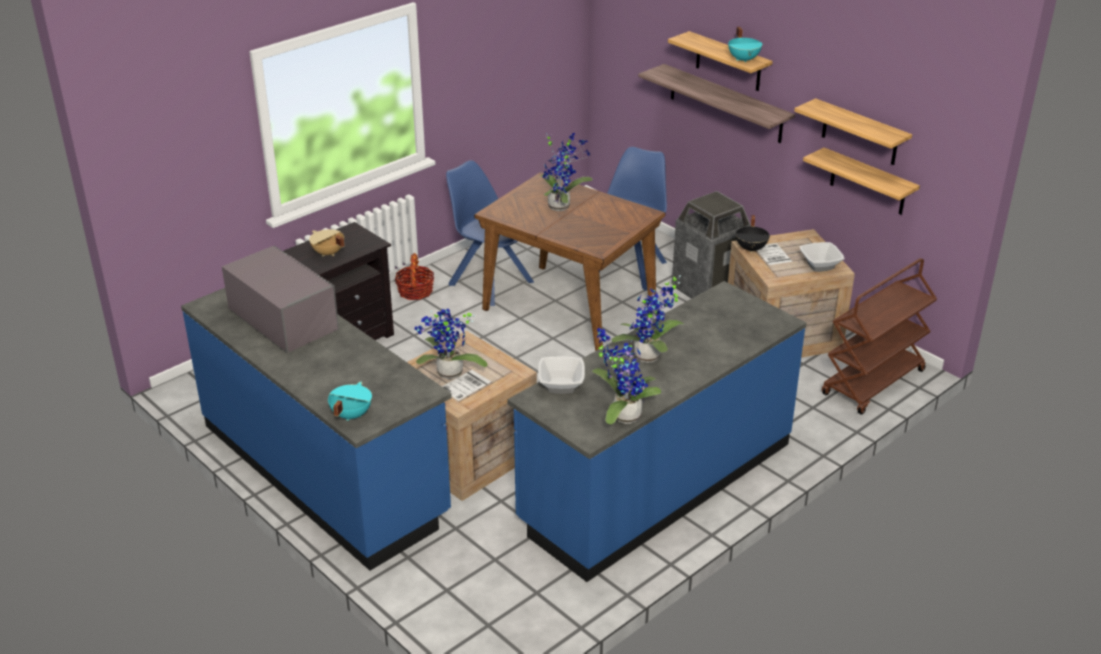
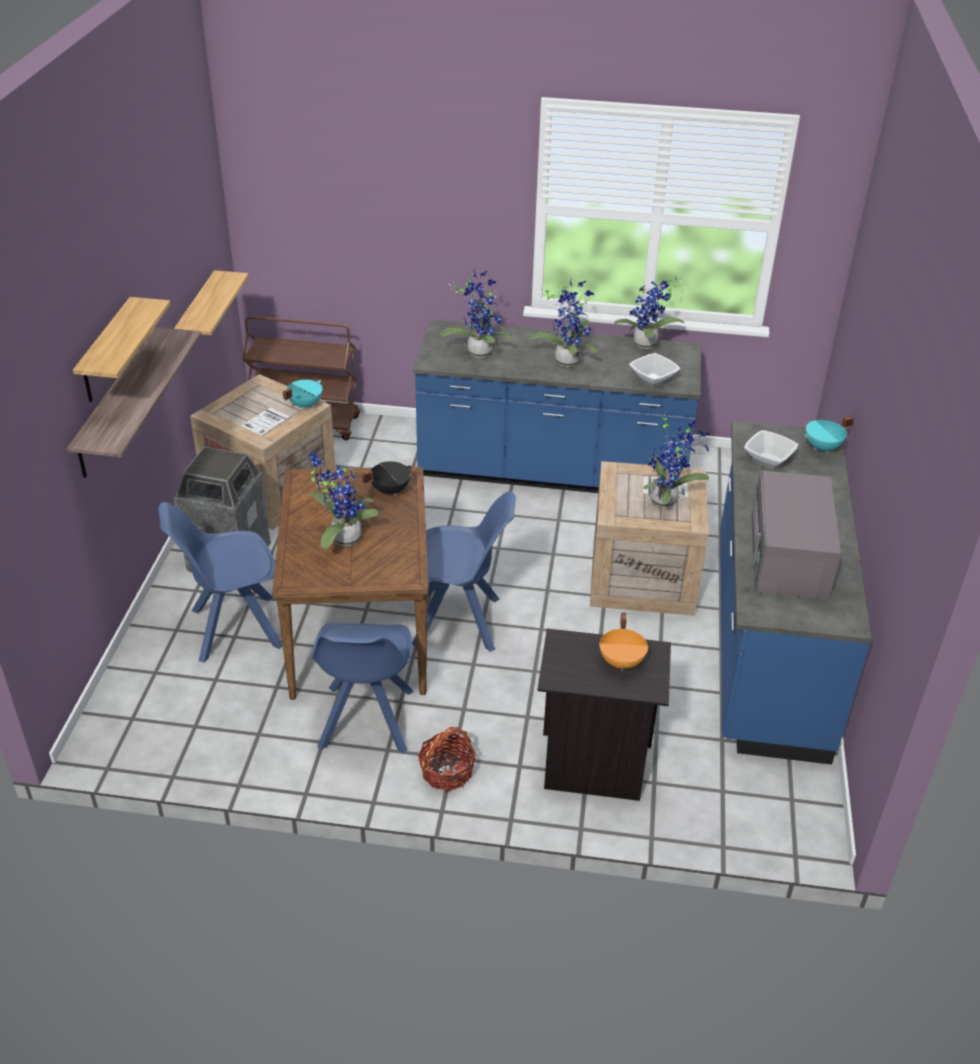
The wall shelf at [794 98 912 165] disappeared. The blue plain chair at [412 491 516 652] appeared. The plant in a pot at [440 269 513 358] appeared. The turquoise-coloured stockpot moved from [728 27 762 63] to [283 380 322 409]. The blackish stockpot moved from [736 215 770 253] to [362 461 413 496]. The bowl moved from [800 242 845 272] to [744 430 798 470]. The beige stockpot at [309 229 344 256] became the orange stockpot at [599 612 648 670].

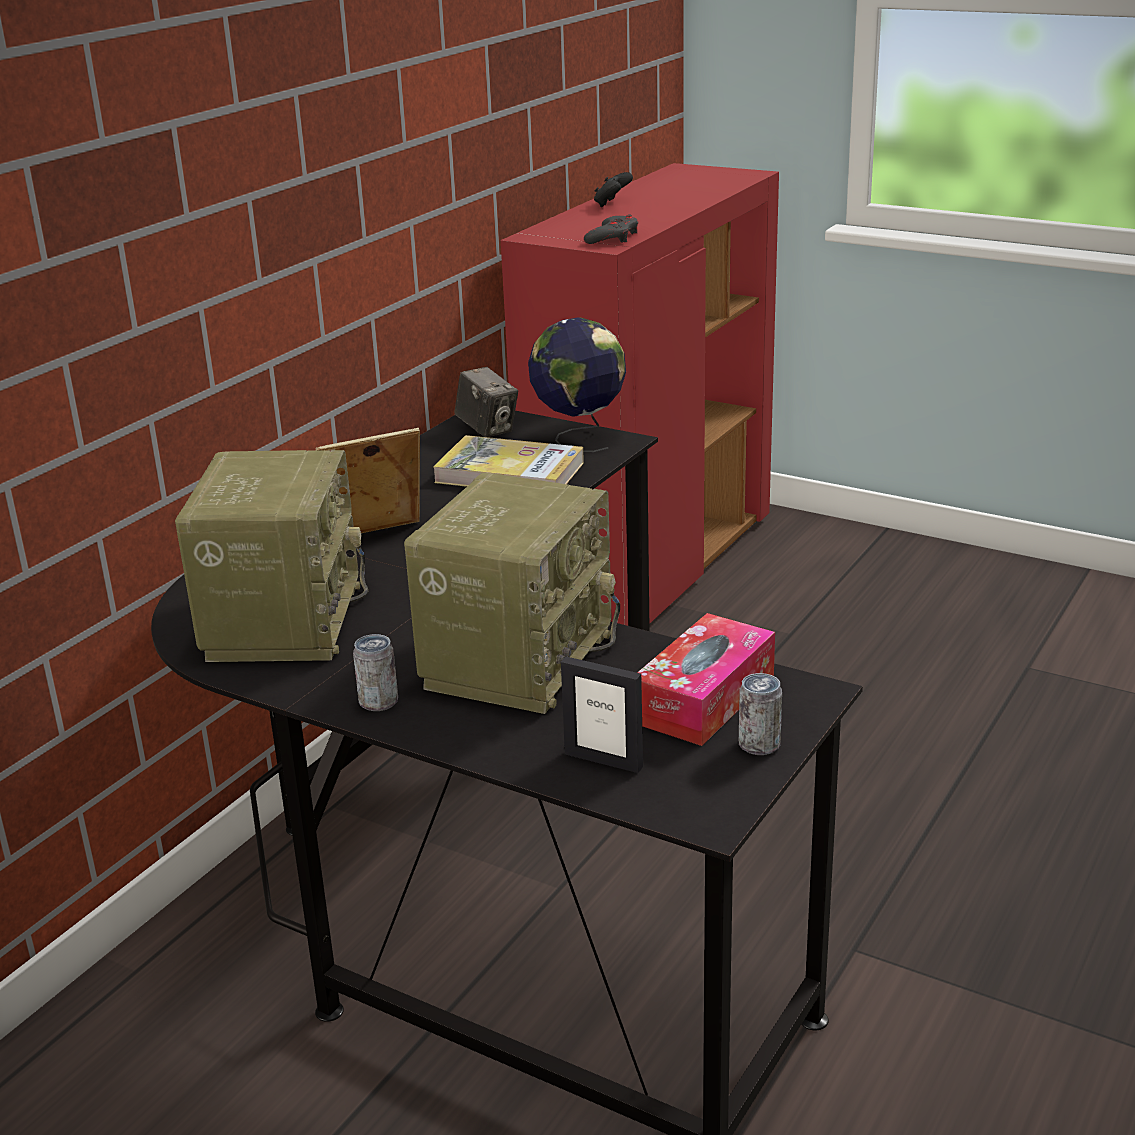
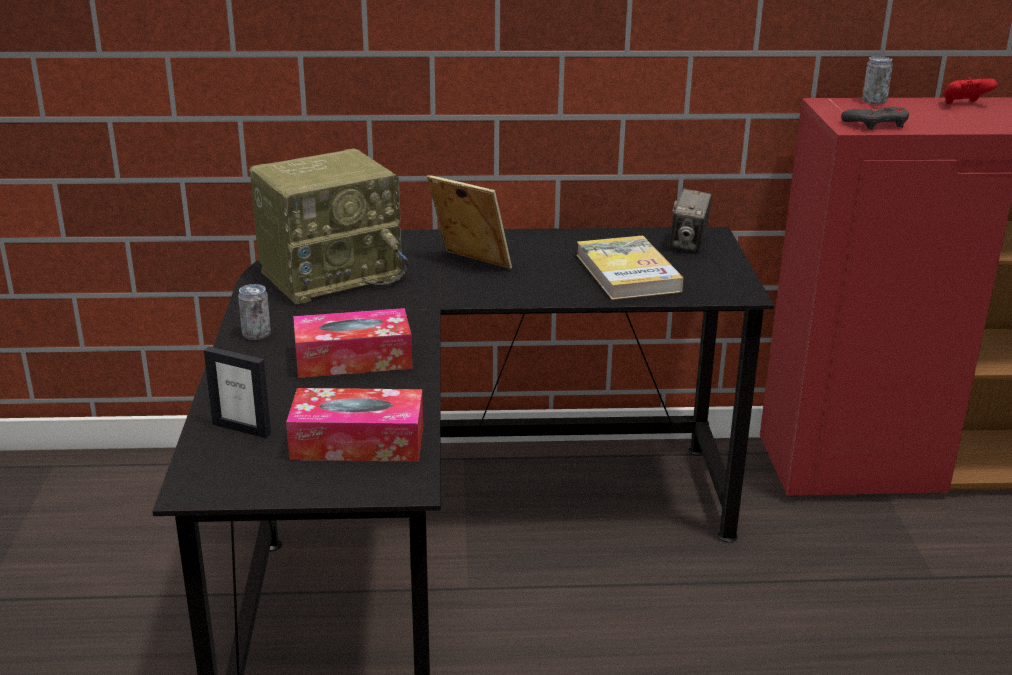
The world globe at [528 317 626 452] disappeared. The can moved from [739 673 782 755] to [862 56 893 104]. The radio set at [404 473 620 714] was replaced by the tissue holder at [293 308 412 378]. The blackish gamepad at [594 172 633 207] became the reddish gamepad at [943 78 997 104]. The picture frame at [561 656 643 773] turned 60 degrees counterclockwise.

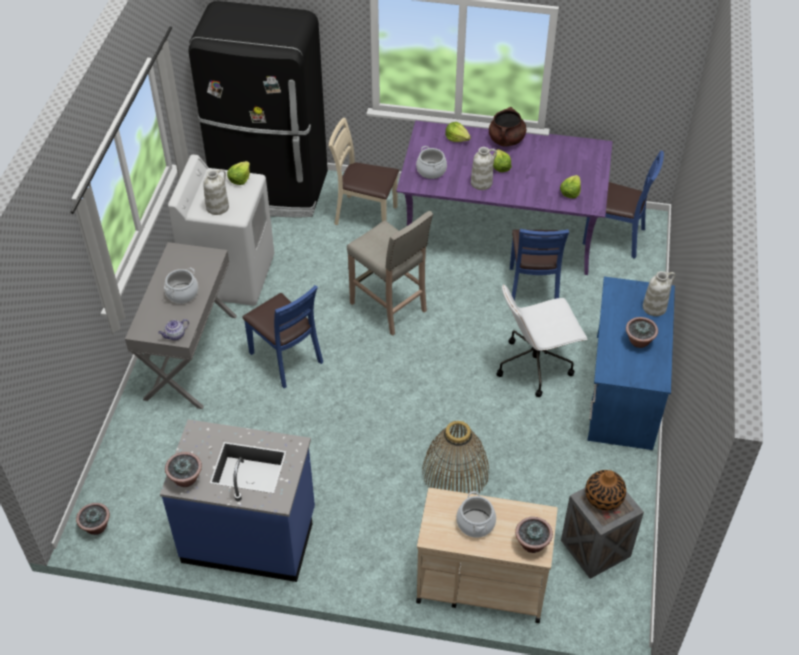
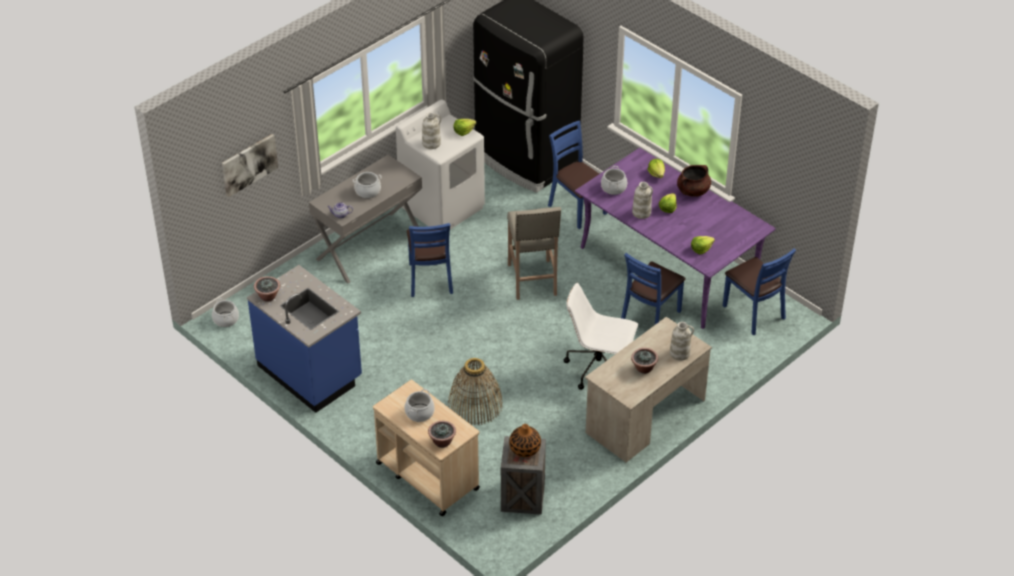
The picture at [222 134 278 197] appeared. The plant in a pot at [76 503 110 535] was replaced by the stockpot at [212 298 239 327]. The beige plain chair at [329 118 399 225] became the blue plain chair at [548 121 607 229]. The blue desk unit at [587 277 675 450] became the beige desk unit at [585 317 712 462].

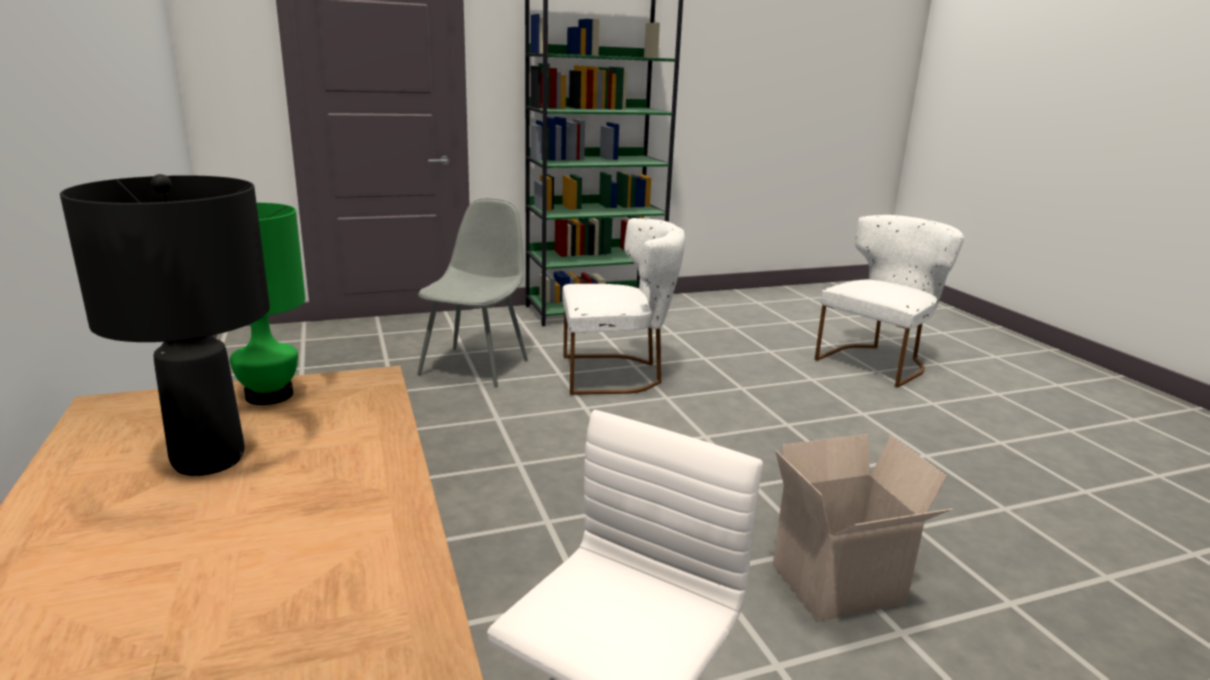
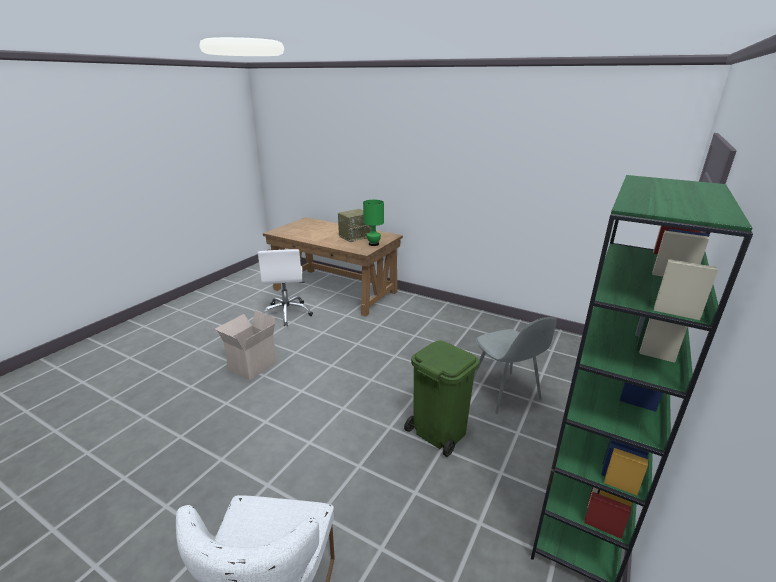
The blackish lamp for a table at [60 174 270 476] was replaced by the radio set at [338 209 372 242]. The white-coloured plain chair at [562 218 685 395] was replaced by the green trash can at [404 341 479 457].

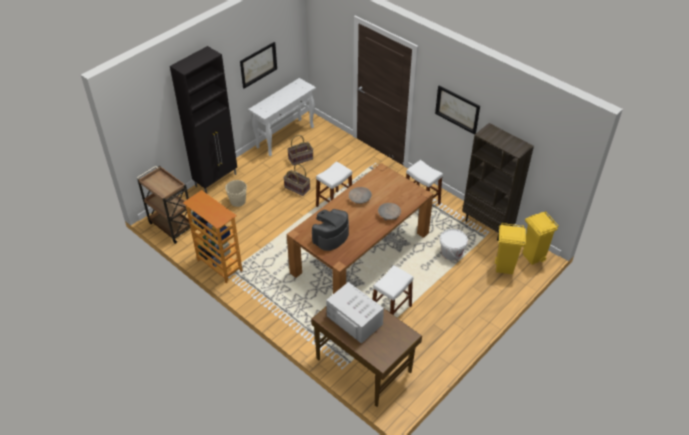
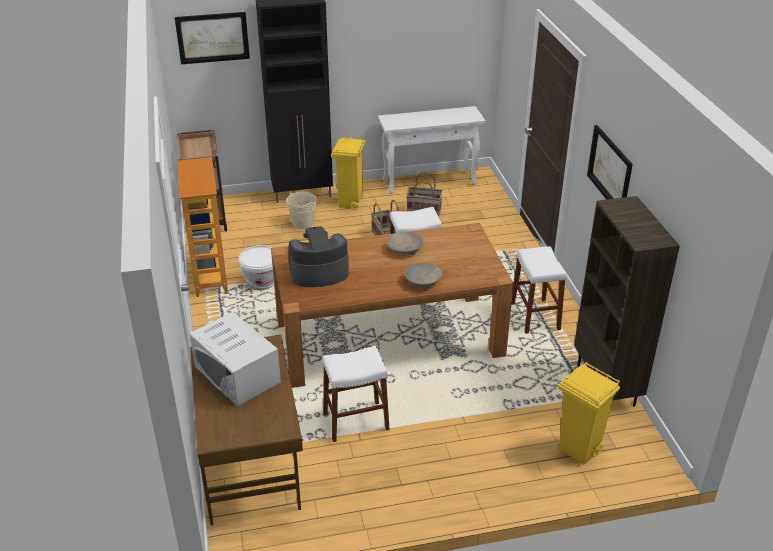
The picture moved from [240 42 277 89] to [175 12 250 64]. The white-coloured pail moved from [440 229 468 260] to [238 245 274 290]. The yellowish trash can moved from [522 211 559 265] to [331 137 366 210]. The white-coloured microwave at [326 282 384 344] turned 150 degrees clockwise.

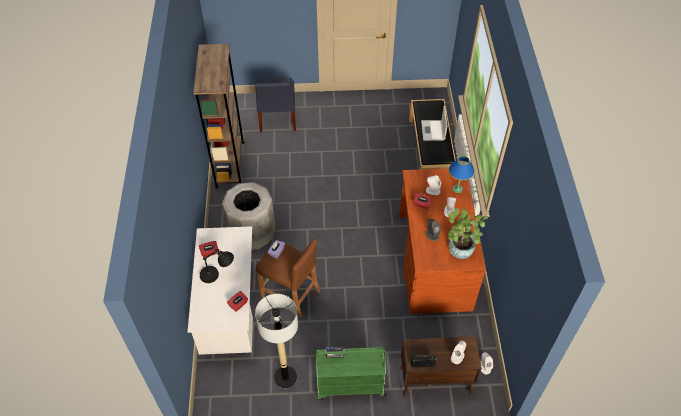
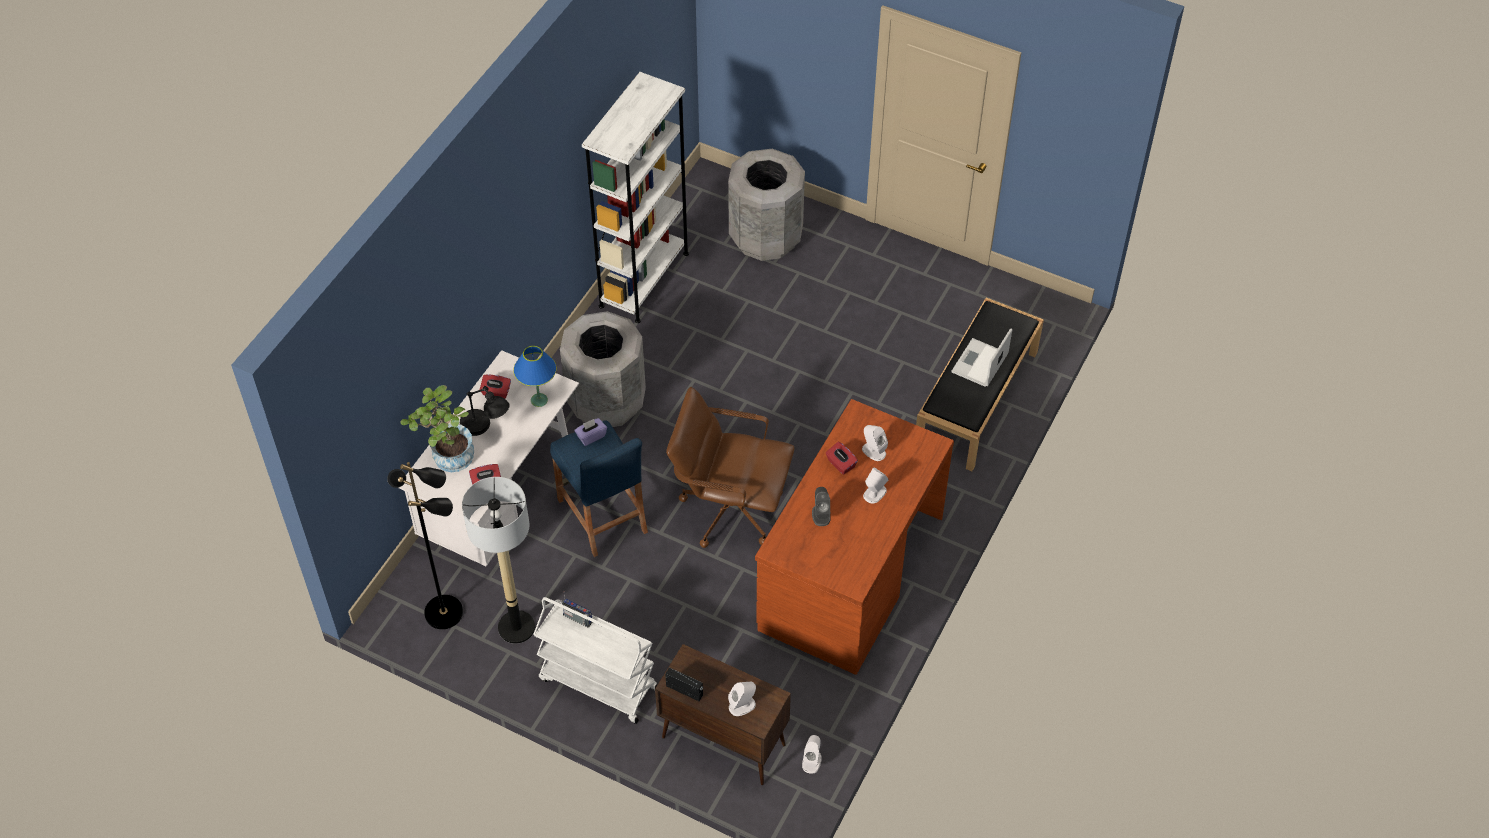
The blackish standard lamp at [387 462 463 629] appeared. The brownish office chair at [666 387 794 548] appeared. The plant in a pot moved from [447 208 488 259] to [400 385 474 472]. The blue lamp for a table moved from [449 156 475 193] to [513 346 557 407]. The blue plain chair at [255 77 296 133] was replaced by the greyish trash can at [728 149 805 261]. The brownish bookshelf at [193 44 245 188] became the white-coloured bookshelf at [582 72 689 323]. The brownish stool seat at [256 239 320 318] became the blue stool seat at [550 420 648 557]. The green cart at [316 347 386 399] became the white-coloured cart at [533 597 657 724].

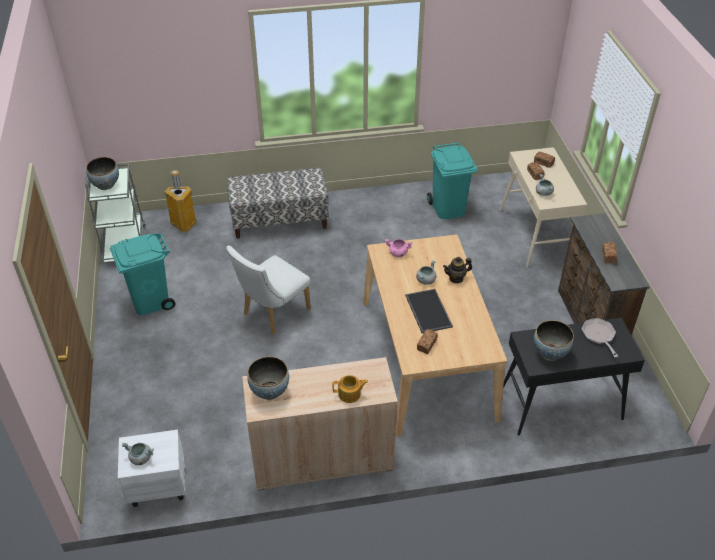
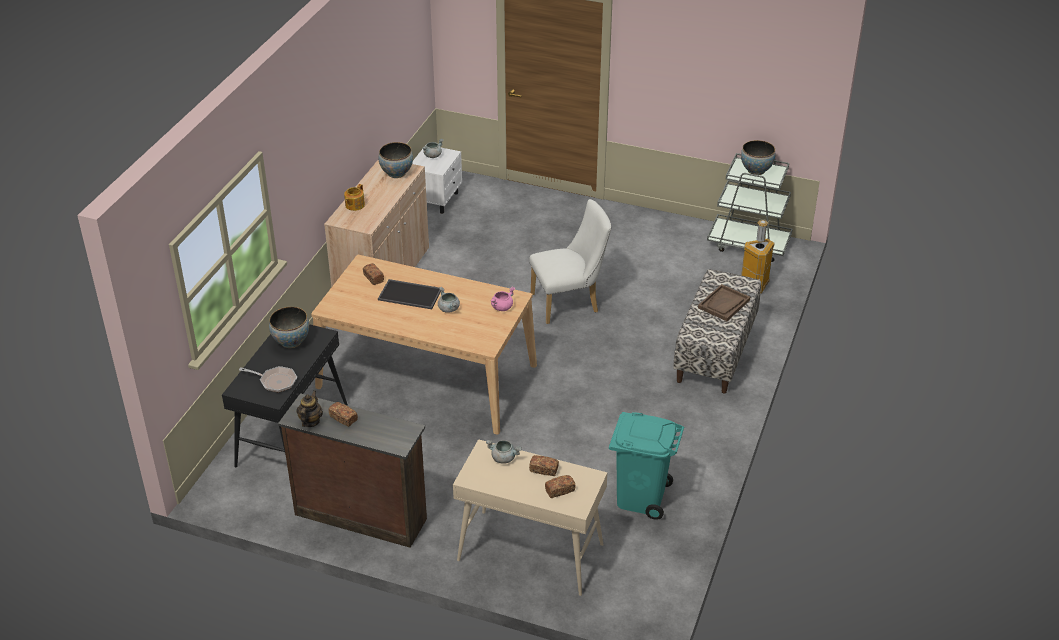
The turquoise-coloured trash can at [110 233 175 315] disappeared. The brownish tray at [698 284 750 321] appeared. The pot for tea moved from [443 257 472 283] to [297 390 323 427]. The white-coloured plain chair at [226 245 311 335] turned 90 degrees clockwise.

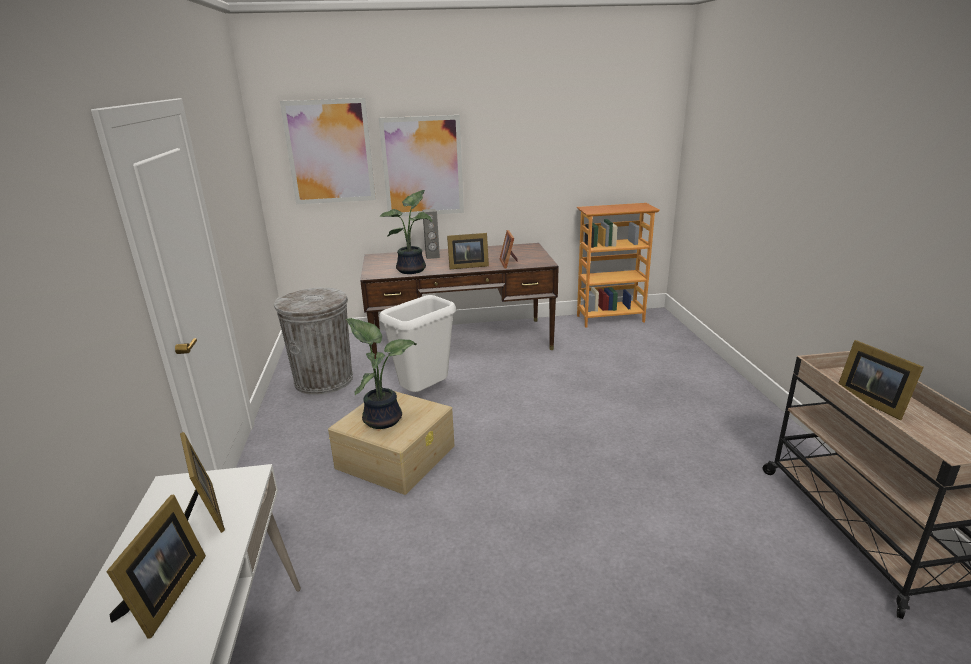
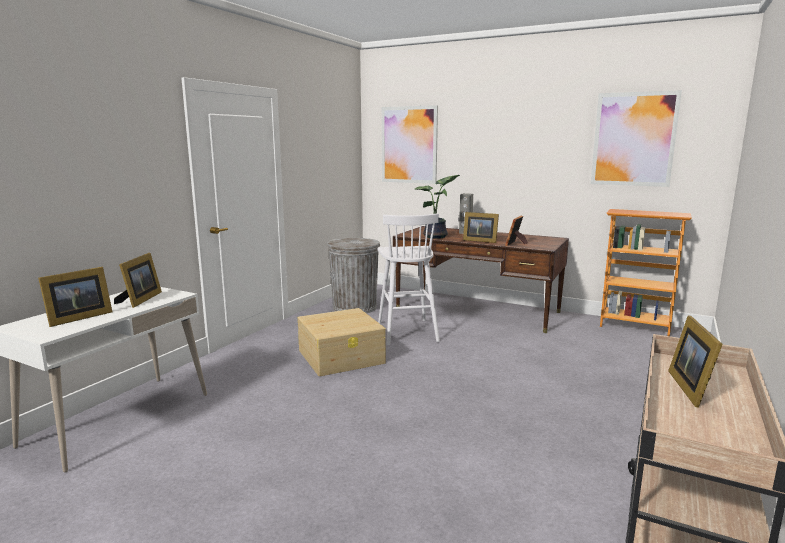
The plant in a pot at [345 318 416 429] disappeared. The picture moved from [379 115 464 217] to [591 90 682 187]. The white-coloured trash can at [379 295 456 392] was replaced by the white-coloured stool seat at [378 213 440 345].

